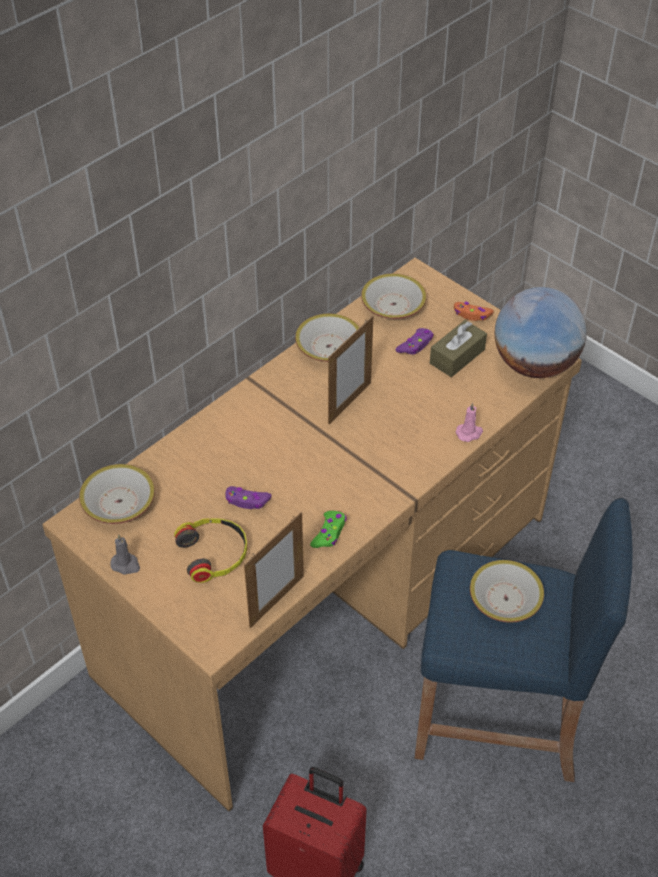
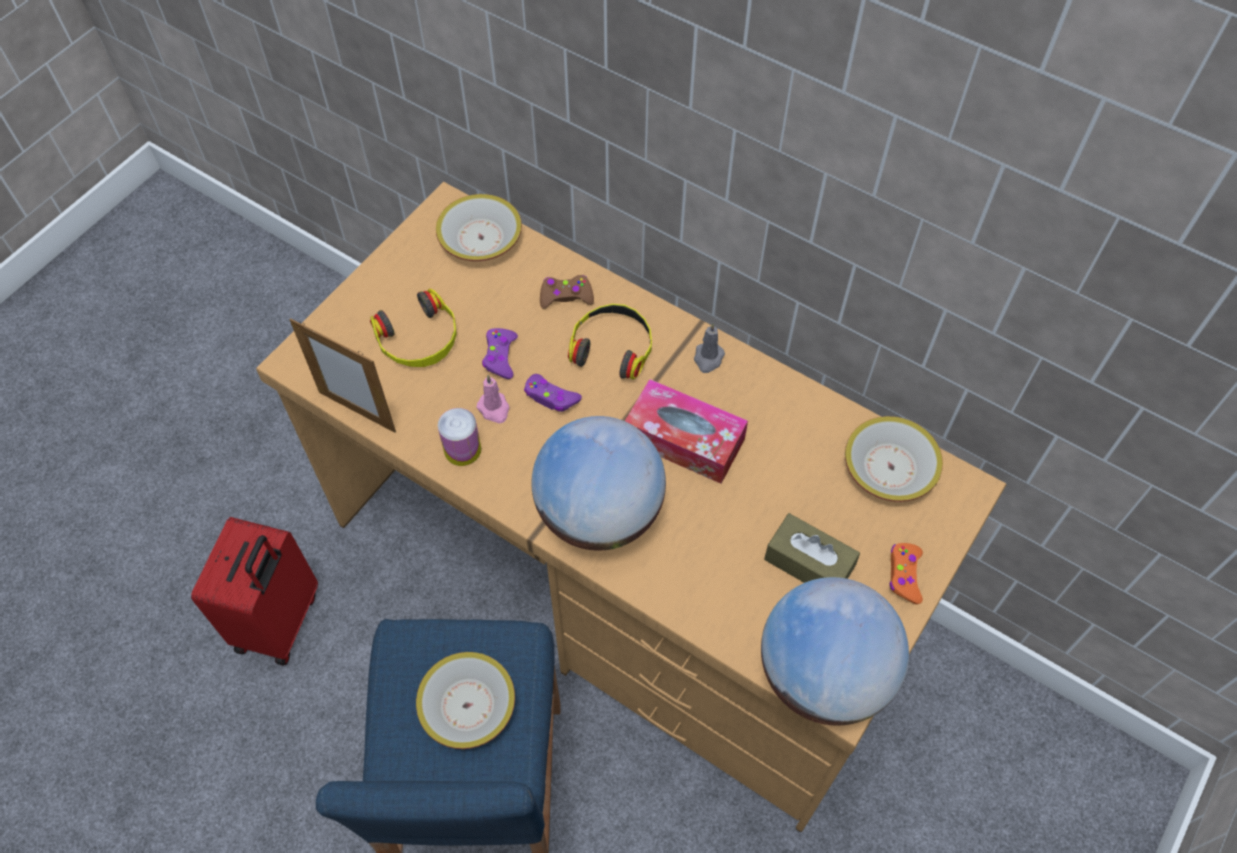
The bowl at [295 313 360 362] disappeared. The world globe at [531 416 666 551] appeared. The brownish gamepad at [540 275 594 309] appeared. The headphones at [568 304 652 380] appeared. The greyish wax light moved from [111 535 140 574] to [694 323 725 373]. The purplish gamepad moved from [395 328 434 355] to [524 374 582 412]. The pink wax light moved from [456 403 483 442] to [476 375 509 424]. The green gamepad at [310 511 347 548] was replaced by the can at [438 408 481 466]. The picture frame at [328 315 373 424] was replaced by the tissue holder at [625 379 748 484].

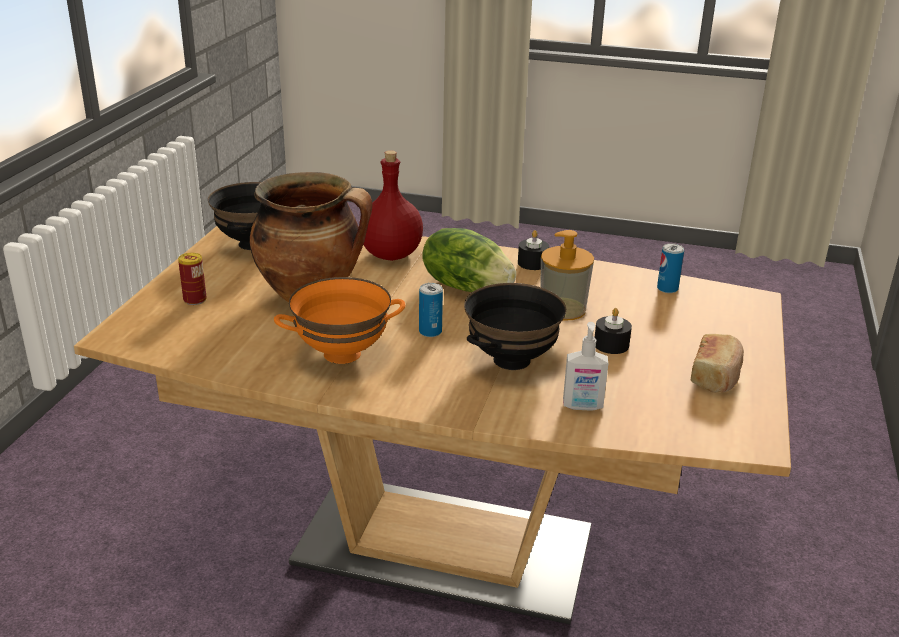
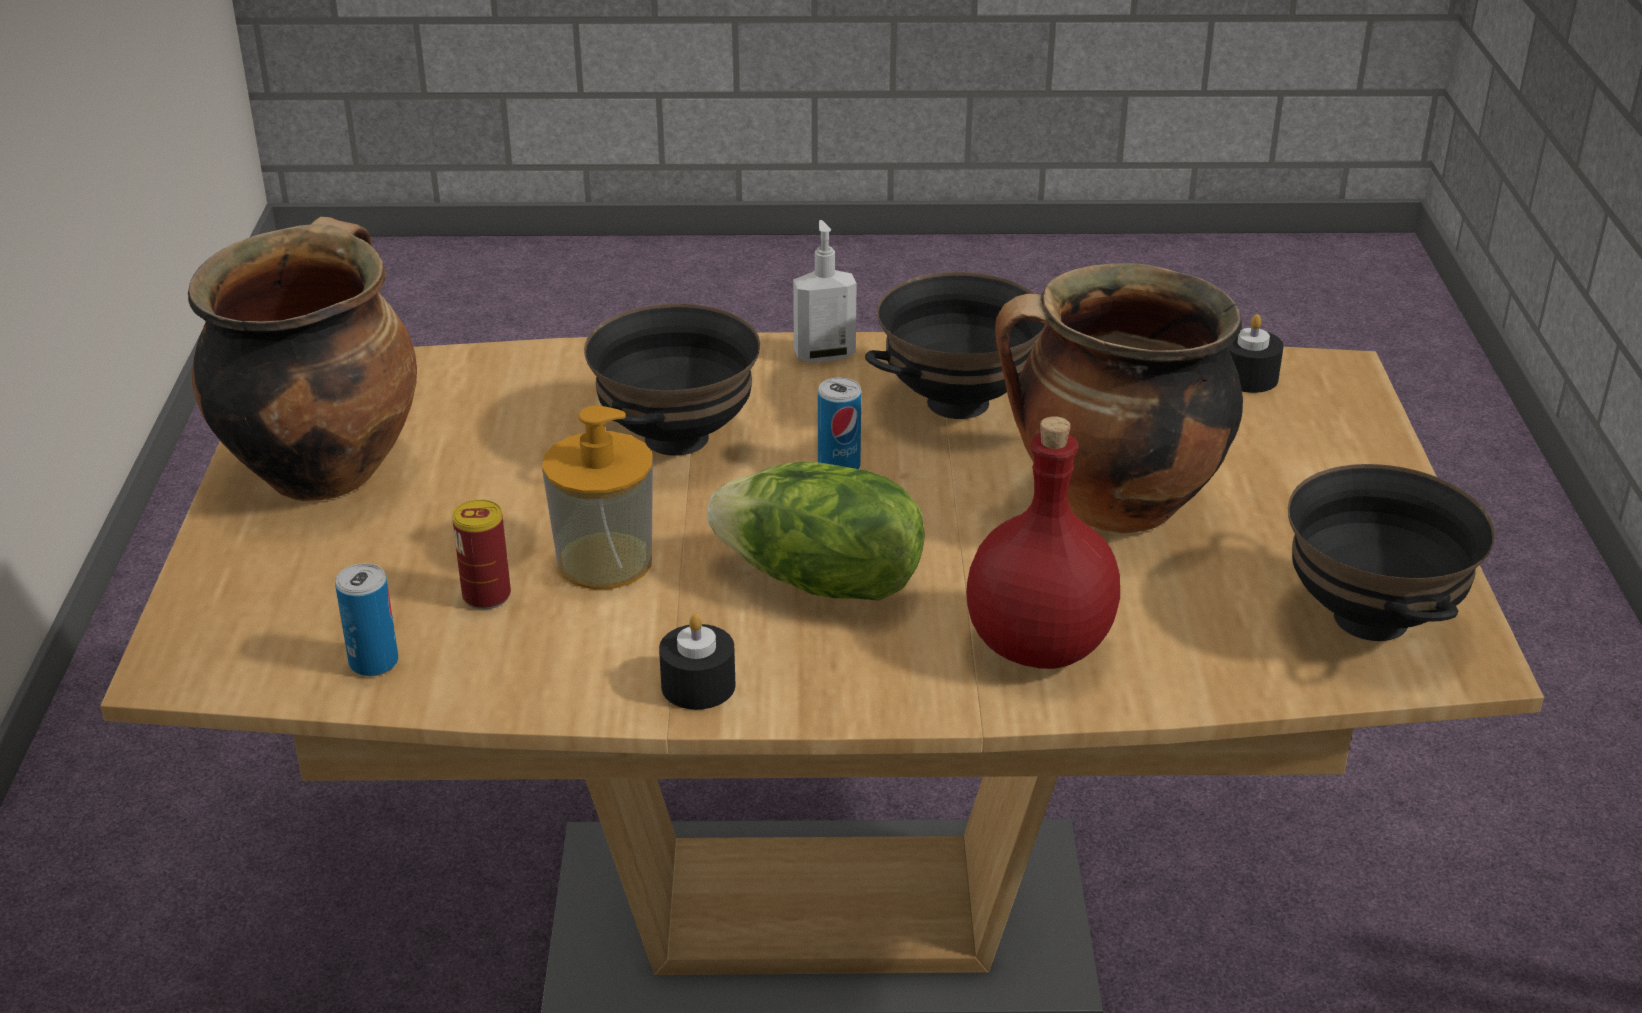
The can moved from [178 253 207 305] to [452 500 511 610]. The liquid soap bottle moved from [563 322 608 411] to [793 220 857 362]. The blackish wax light moved from [595 308 632 354] to [1228 314 1284 393]. The bakery bread at [691 334 744 393] was replaced by the stockpot at [188 217 417 501]. The orange bowl at [274 277 405 364] became the blackish bowl at [865 272 1046 419].

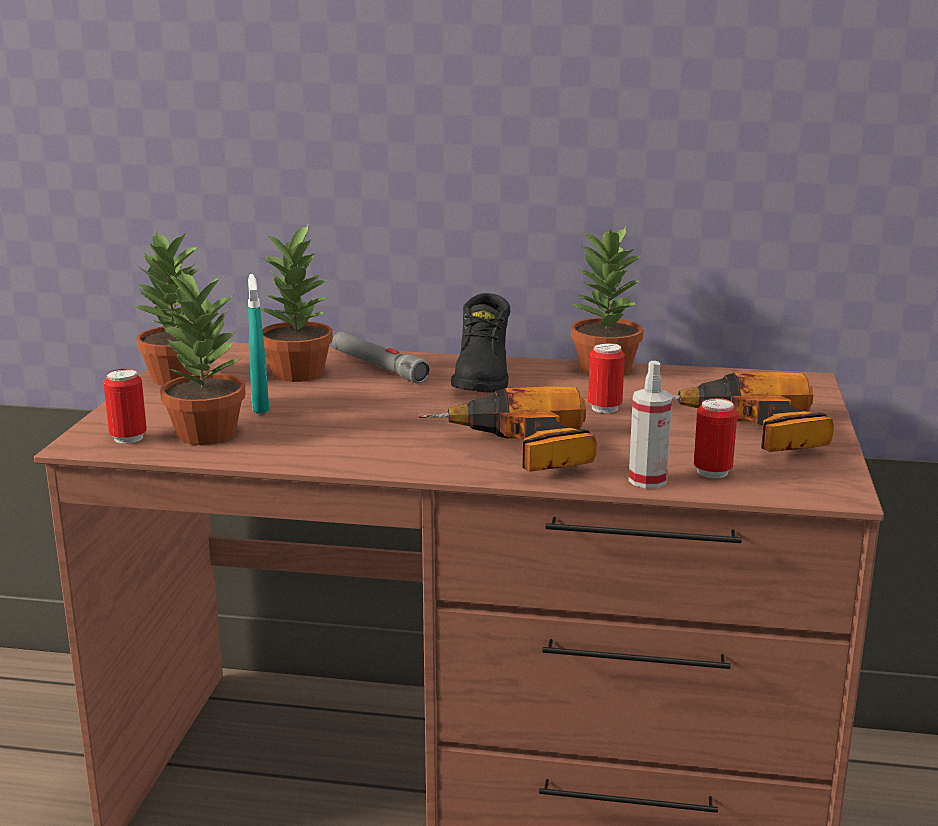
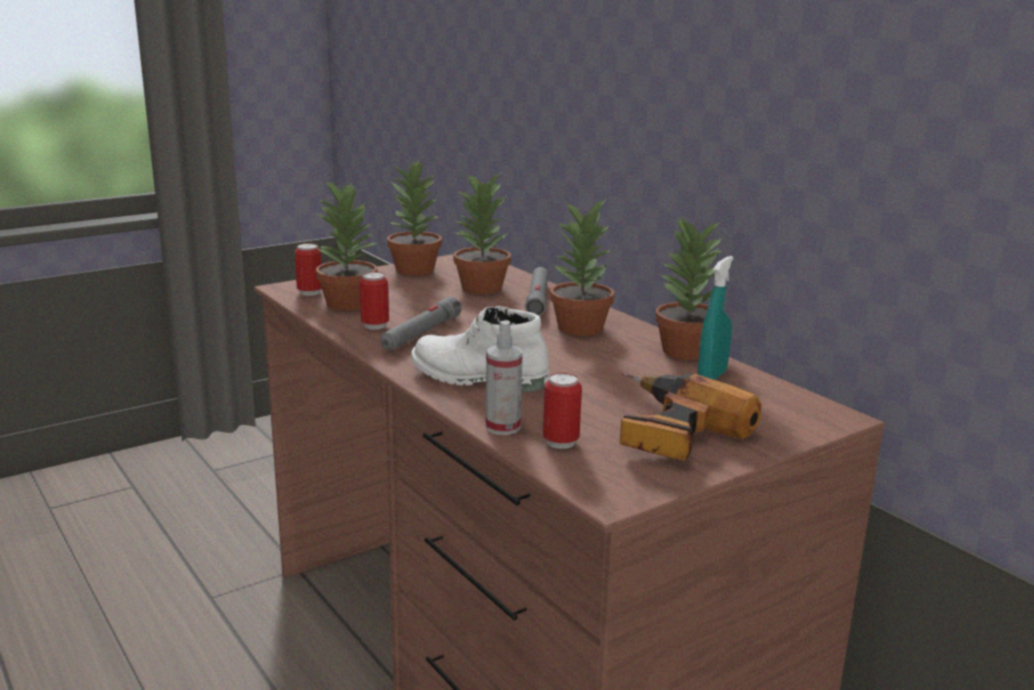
The greyish torch at [380 296 462 351] appeared. The turquoise-coloured sprayer moved from [248 274 269 414] to [698 256 734 380]. The can moved from [588 343 624 413] to [359 272 389 330]. The electric drill at [418 387 597 472] was replaced by the white-coloured high-top boot at [411 306 549 392]. The blackish high-top boot at [451 293 510 393] was replaced by the plant in a pot at [550 199 615 336].

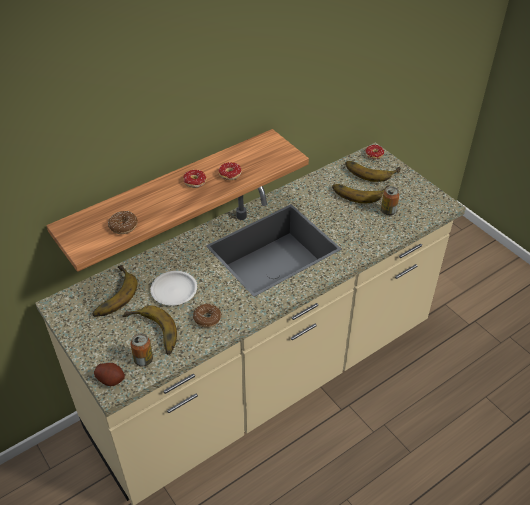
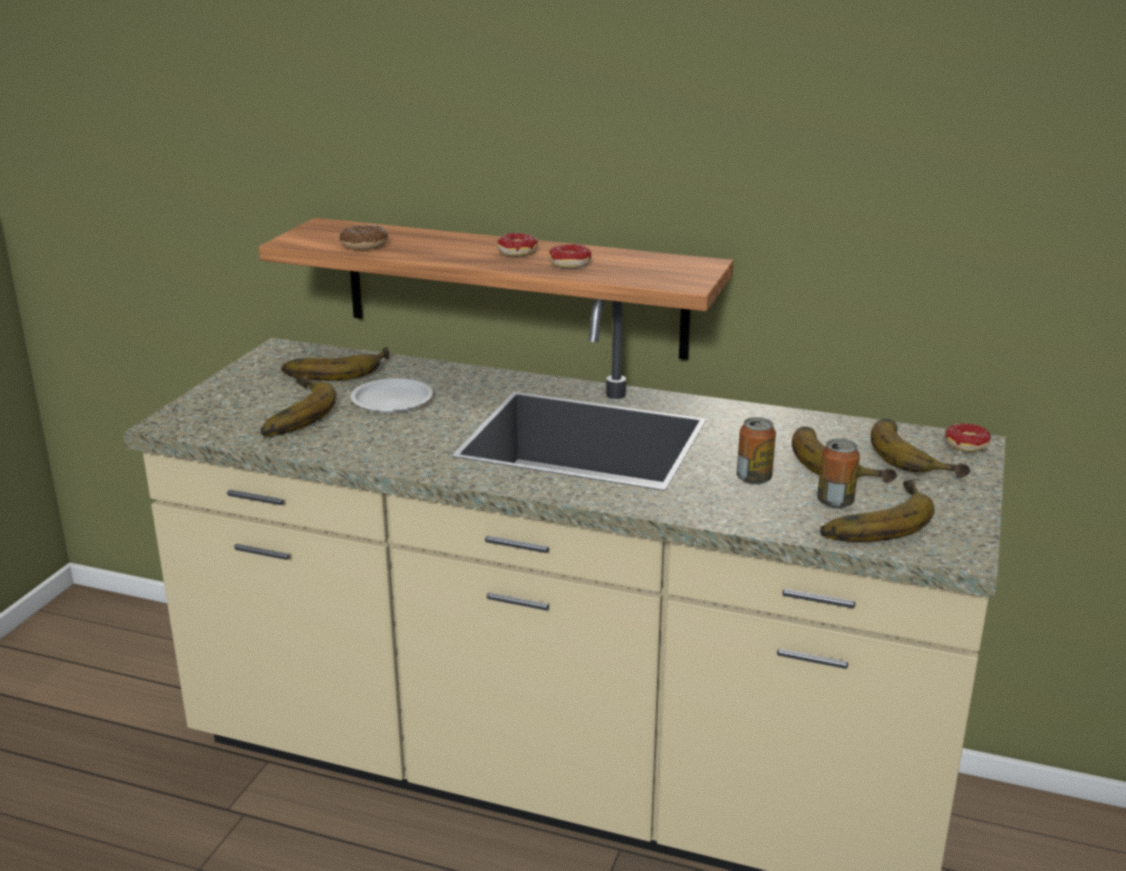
The spud at [94 363 125 386] disappeared. The donut at [193 304 221 328] disappeared. The banana fruit at [820 480 934 542] appeared. The can moved from [130 333 153 366] to [737 417 776 485].

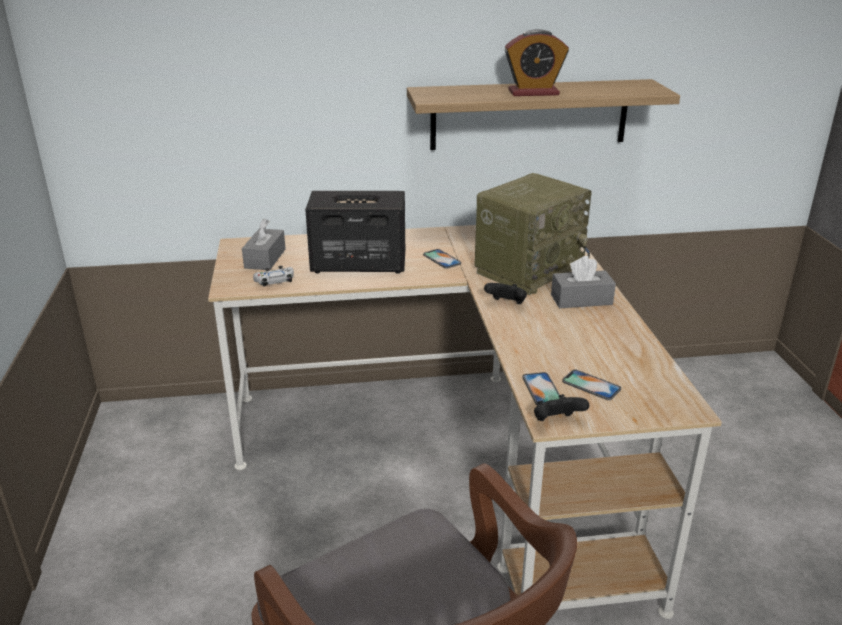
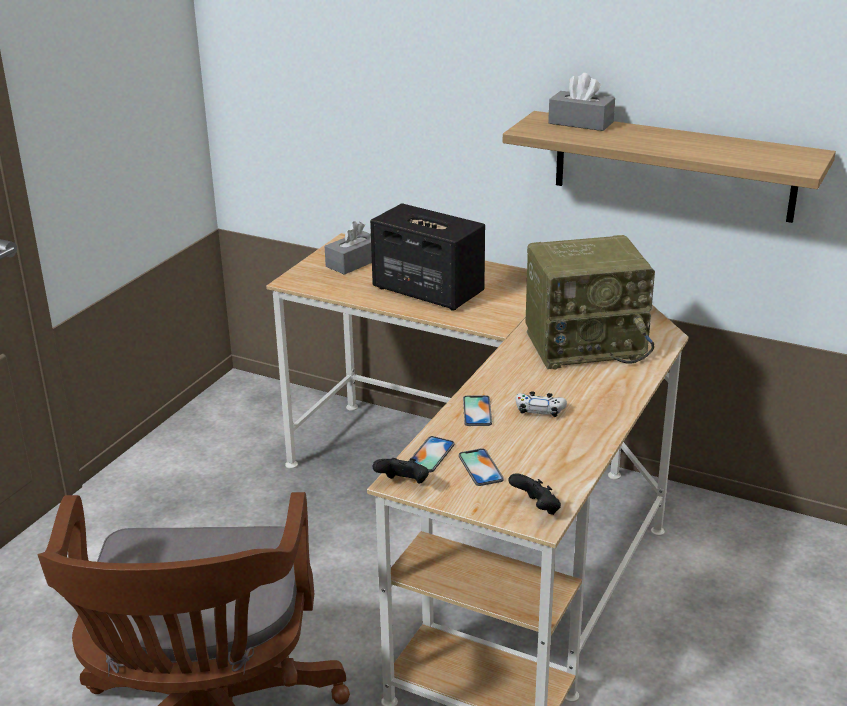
The table clock at [505 29 569 96] disappeared. The white-coloured gamepad moved from [253 266 294 286] to [516 391 567 417]. The phone moved from [423 249 461 269] to [463 395 492 426]. The blackish gamepad moved from [484 283 527 304] to [508 473 561 515]. The greyish tissue holder moved from [551 256 616 308] to [548 73 615 131].

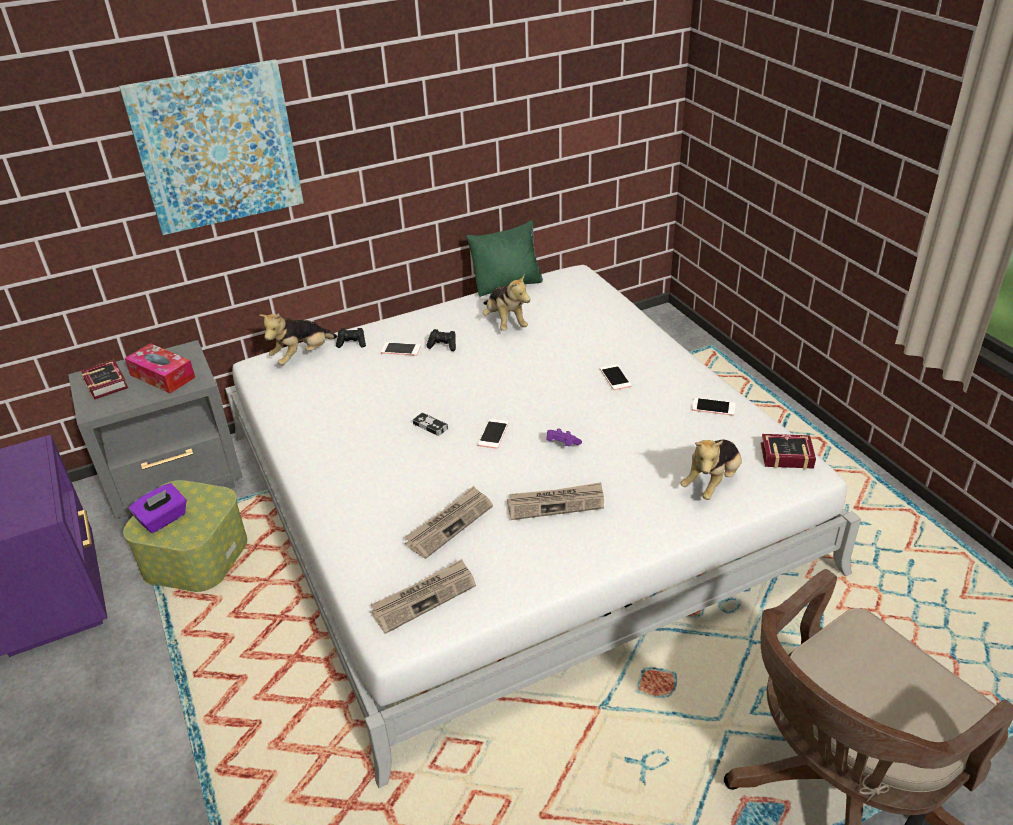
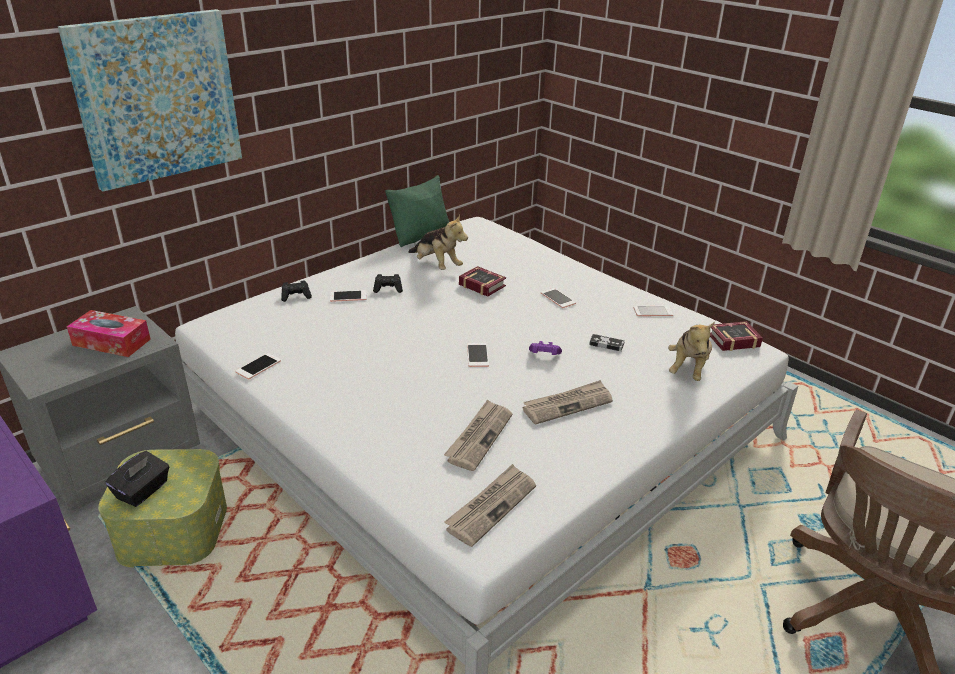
The soft toy at [259 313 337 365] disappeared. The phone at [236 353 281 379] appeared. The book moved from [81 360 128 400] to [459 266 506 297]. The gamepad moved from [413 413 448 436] to [589 334 624 351]. The purplish tissue holder at [129 483 187 533] became the blackish tissue holder at [106 451 170 507].

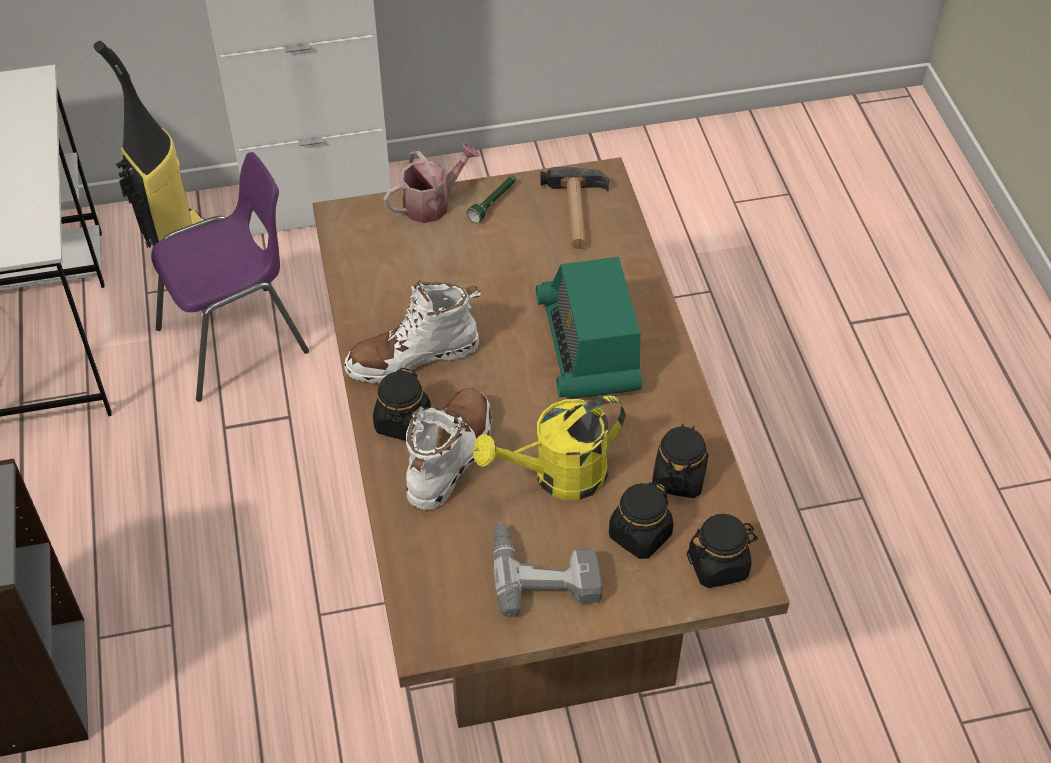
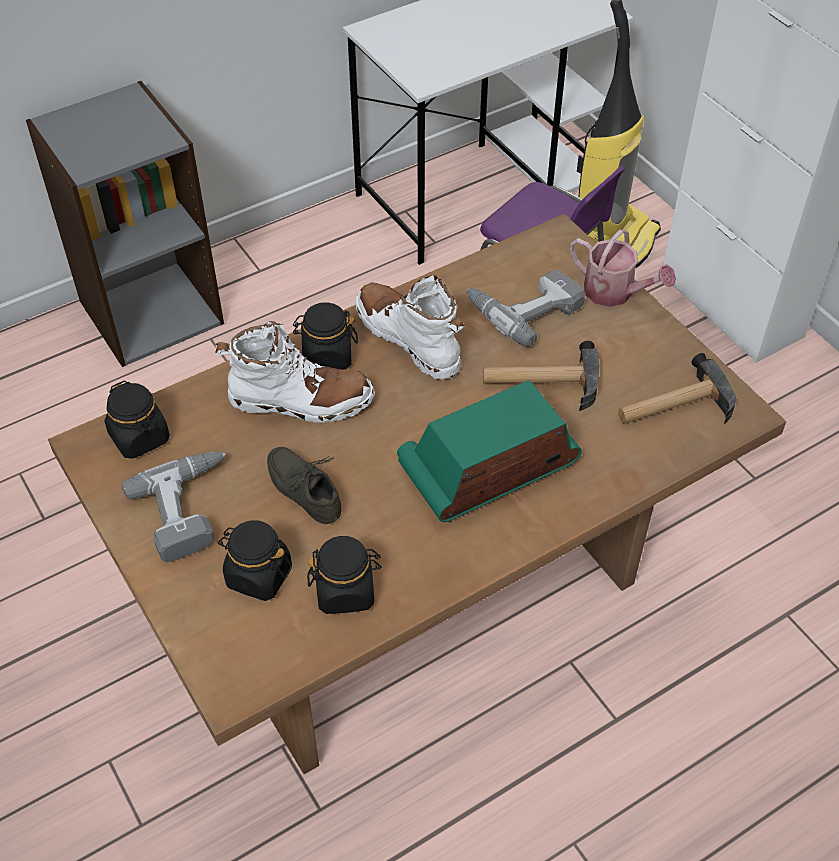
The green torch at [467 176 516 223] disappeared. The electric drill at [467 269 585 347] appeared. The hammer at [483 341 599 411] appeared. The blackish storage jar moved from [687 514 758 588] to [105 381 170 459]. The yellowish watering pot at [473 396 626 500] was replaced by the greyish shoe at [267 447 341 524].

